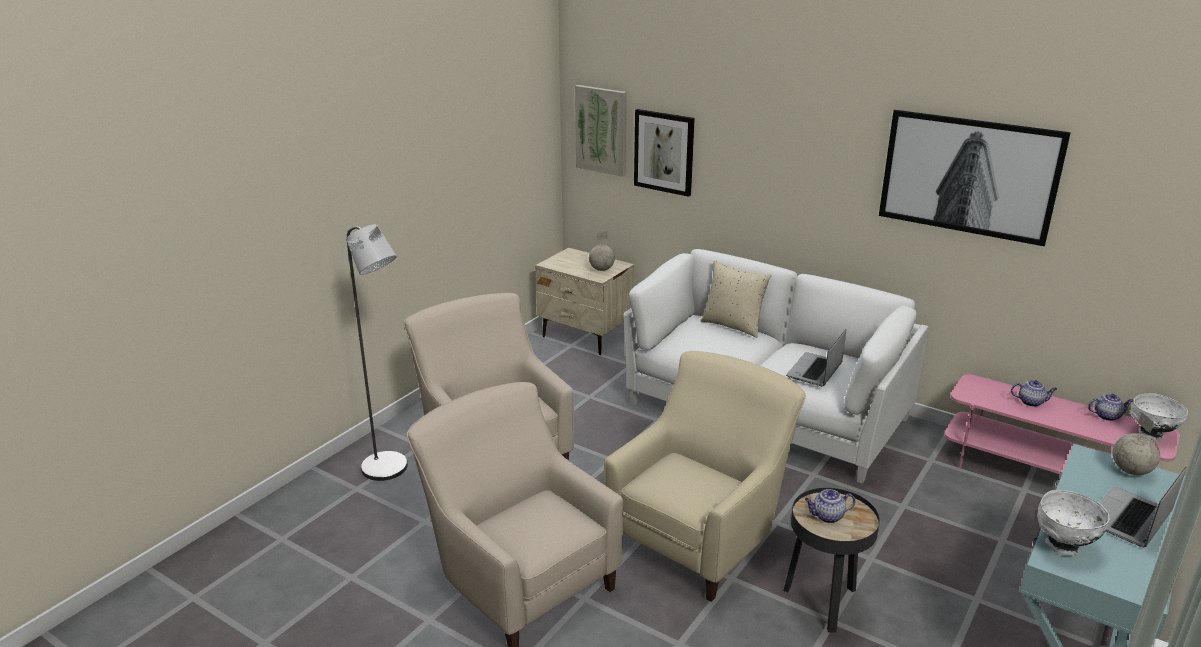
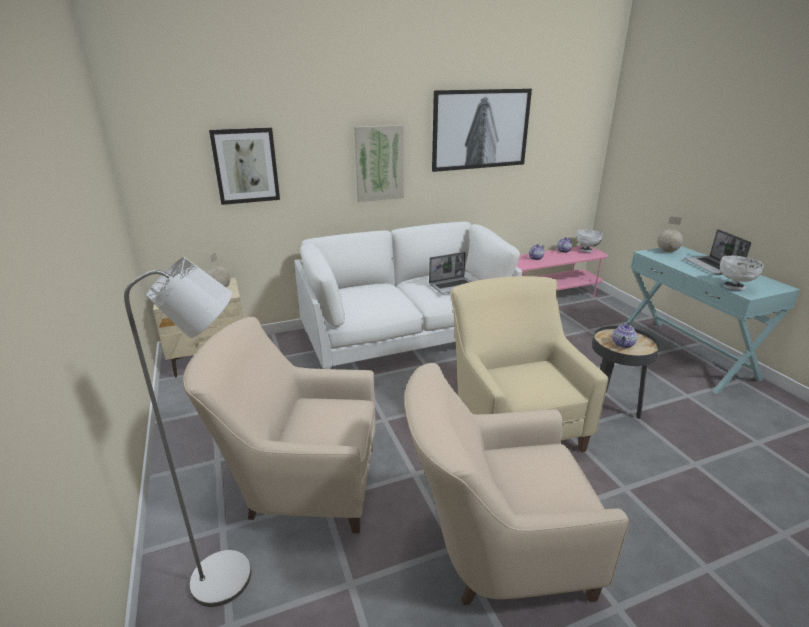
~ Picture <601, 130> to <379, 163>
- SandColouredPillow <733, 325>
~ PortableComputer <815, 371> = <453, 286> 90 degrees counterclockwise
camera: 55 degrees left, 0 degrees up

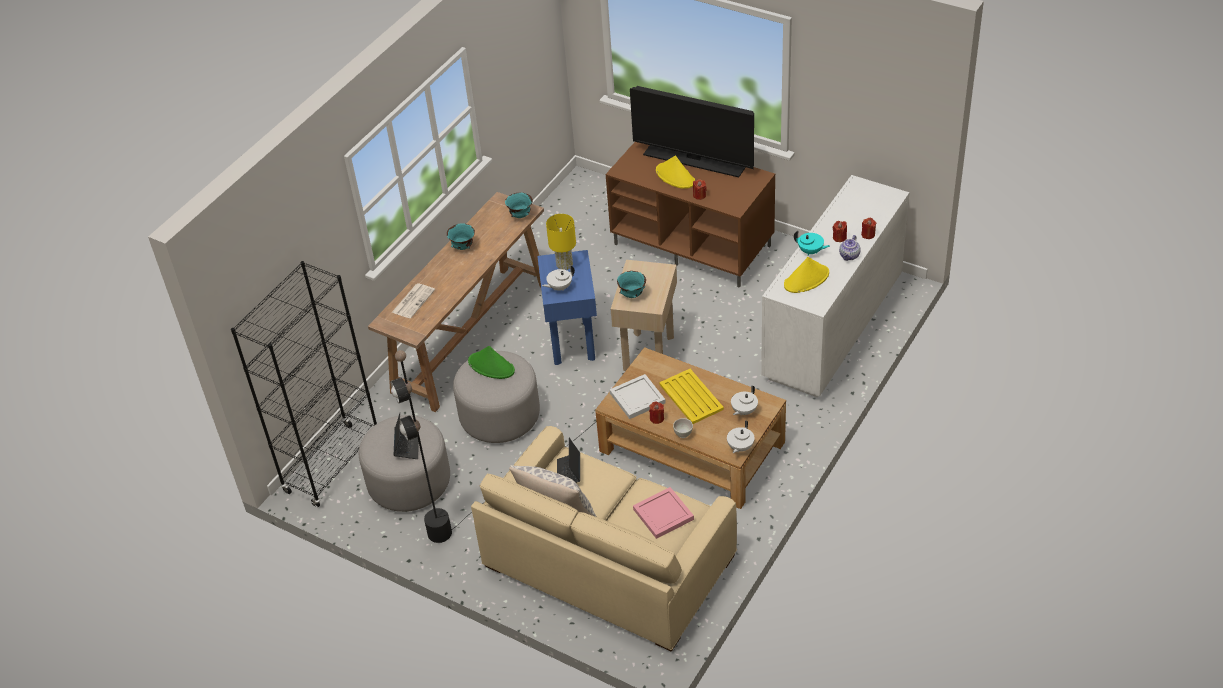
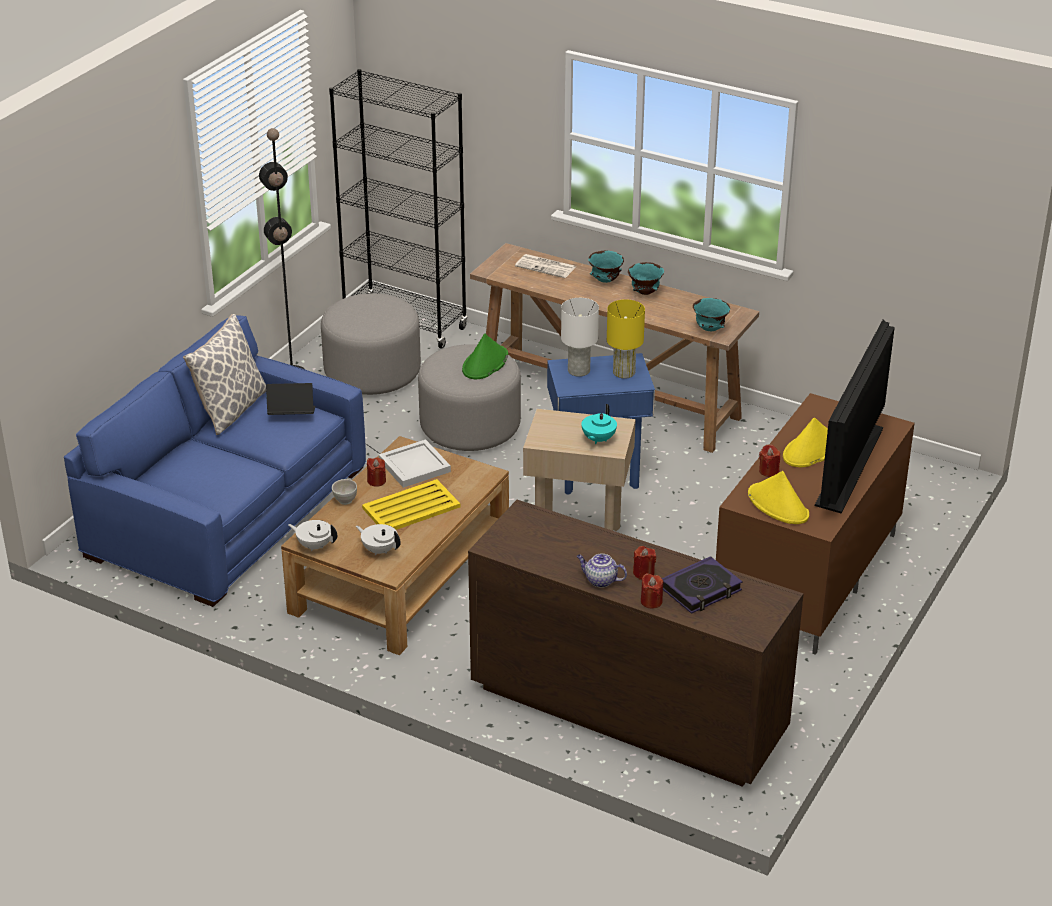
~ WhitishDresser <832, 329> to BrownColouredDresser <626, 711>
~ BlueGreenTeaPot <810, 251> to <598, 439>
~ YellowishHat <806, 279> to <778, 505>
~ WhitishTeaPot <559, 287> to WhitishLampForATable <579, 370>
~ BlueGreenServingBowl <632, 295> to <605, 281>
- PortableComputer <406, 446>
~ SandColouredSettee <607, 561> to BluishSettee <226, 510>
- PinkishTray <664, 514>
+ BoundBook <701, 590>
camera: 85 degrees right, 10 degrees down

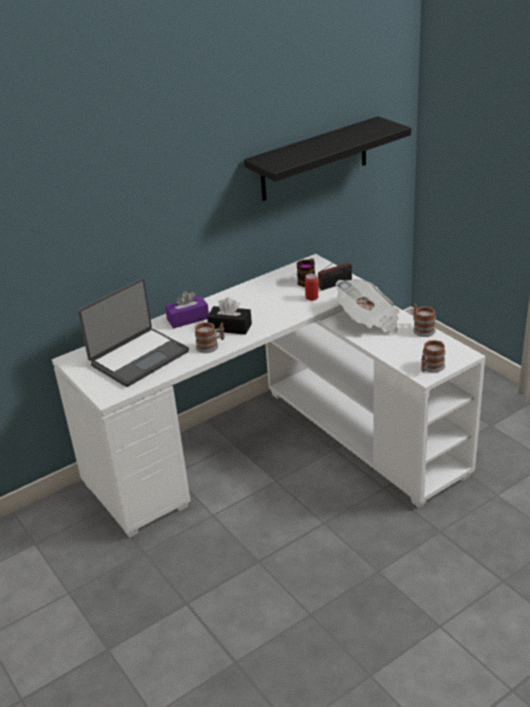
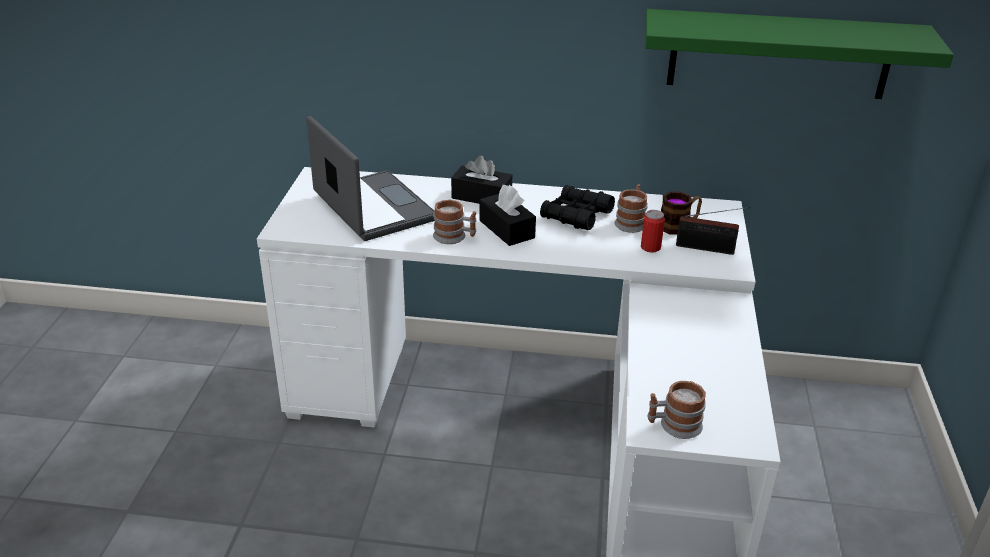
~ BlackColouredBracketShelf <314, 159> to GreenishBracketShelf <779, 54>
~ PortableComputer <138, 357> = <372, 208> 120 degrees counterclockwise
- Newspaper <369, 321>
~ PurplishTissueBox <188, 319> to BlackColouredTissueBox <481, 197>
~ TeaMug <422, 329> to <631, 222>
+ BlackColouredFieldGlasses <576, 215>
camera: 40 degrees right, 0 degrees up

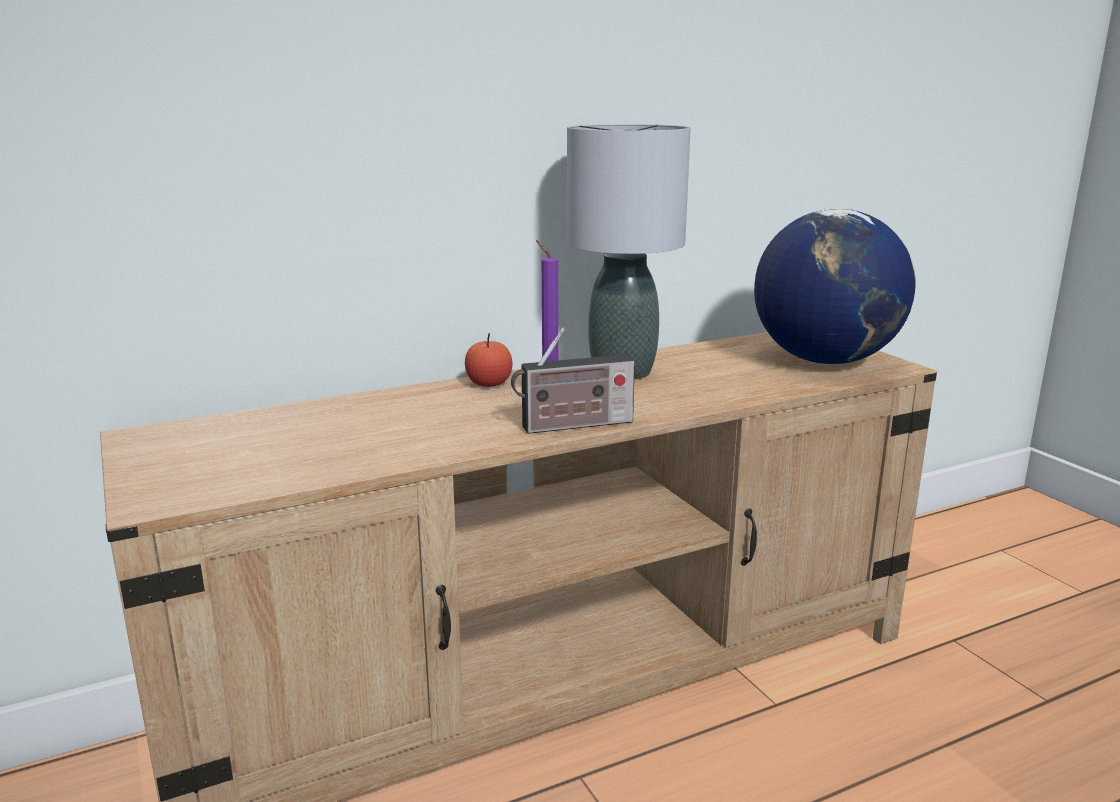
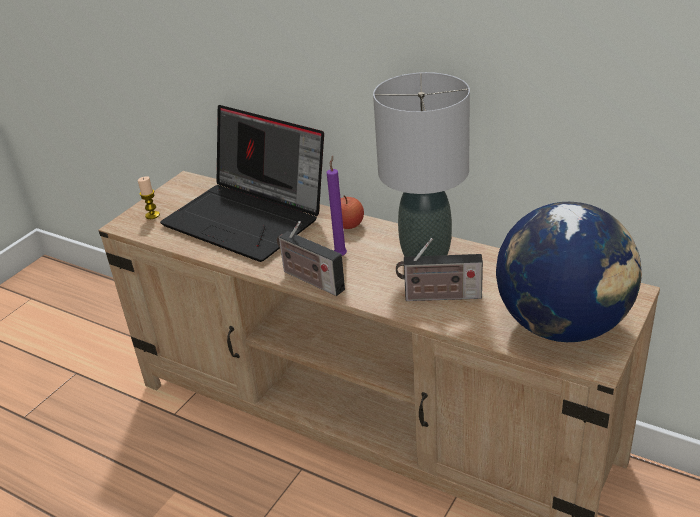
+ PortableComputer <249, 218>
+ WaxLight <152, 215>
+ RadioReceiver <439, 296>
camera: 60 degrees right, 15 degrees up

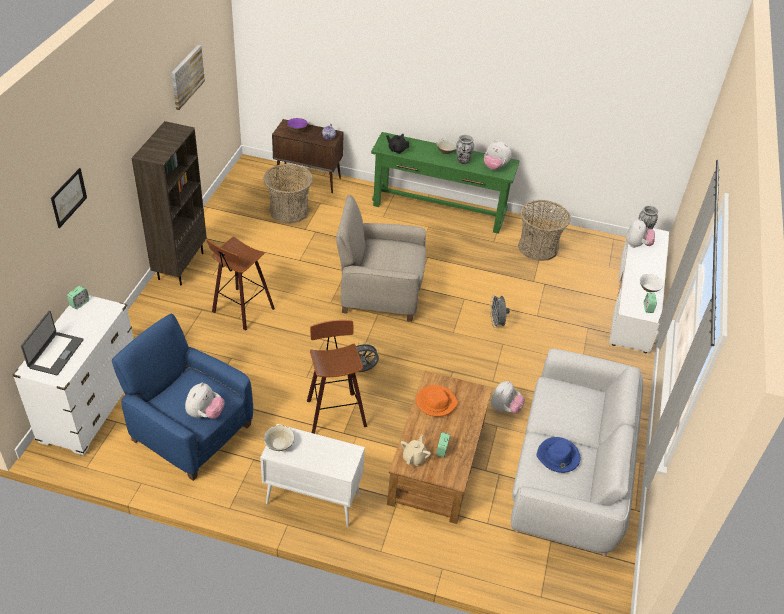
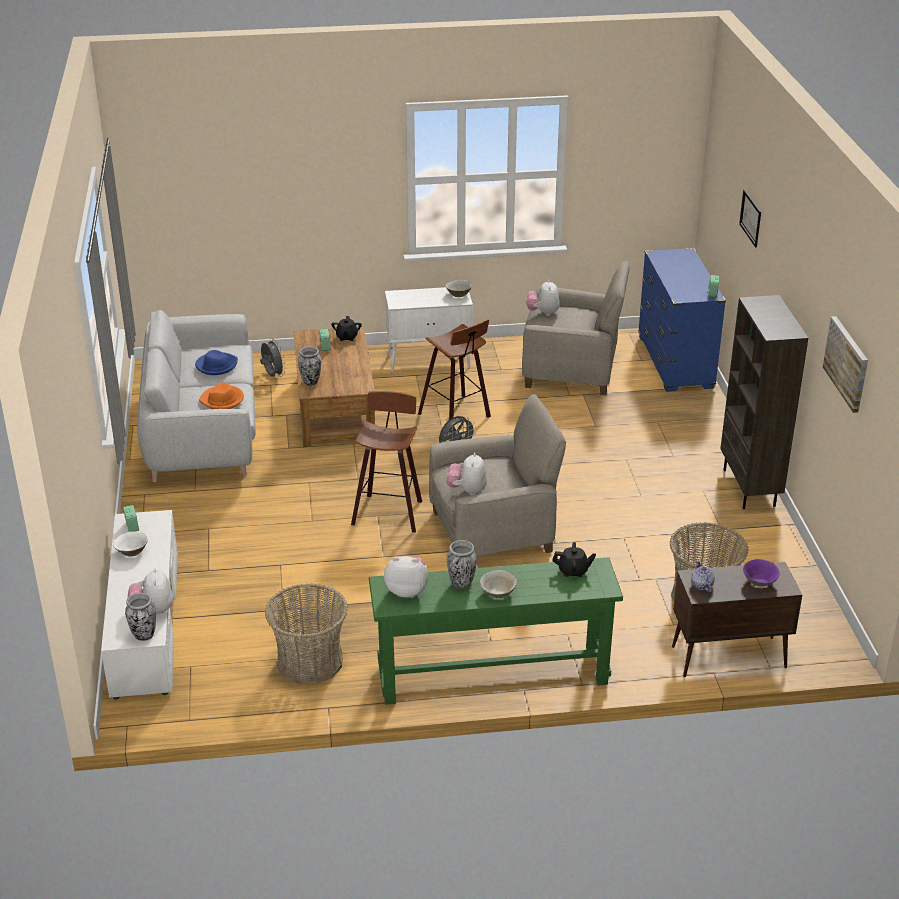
~ Stool <241, 310> to <389, 511>
~ GrayFan <496, 323> to <272, 375>
~ WhitishDresser <90, 406> to BluishDresser <675, 362>
- PortableComputer <55, 353>
~ BluishEasyChair <190, 431> to SandColouredEasyChair <572, 370>
~ CuddlyToy <504, 408> to <467, 491>
~ OrangeyHat <436, 402> to <222, 400>
~ SandColouredTeaPot <414, 458> to BlackColouredTeaPot <346, 337>
+ DecorativeVase <311, 382>
camera: 160 degrees right, 10 degrees down

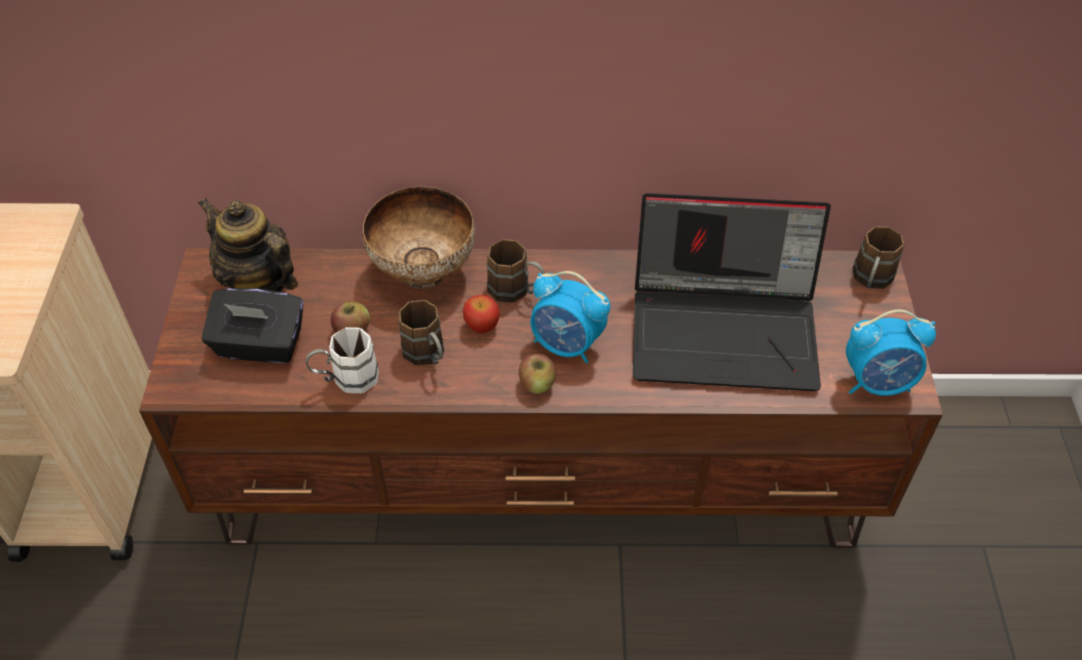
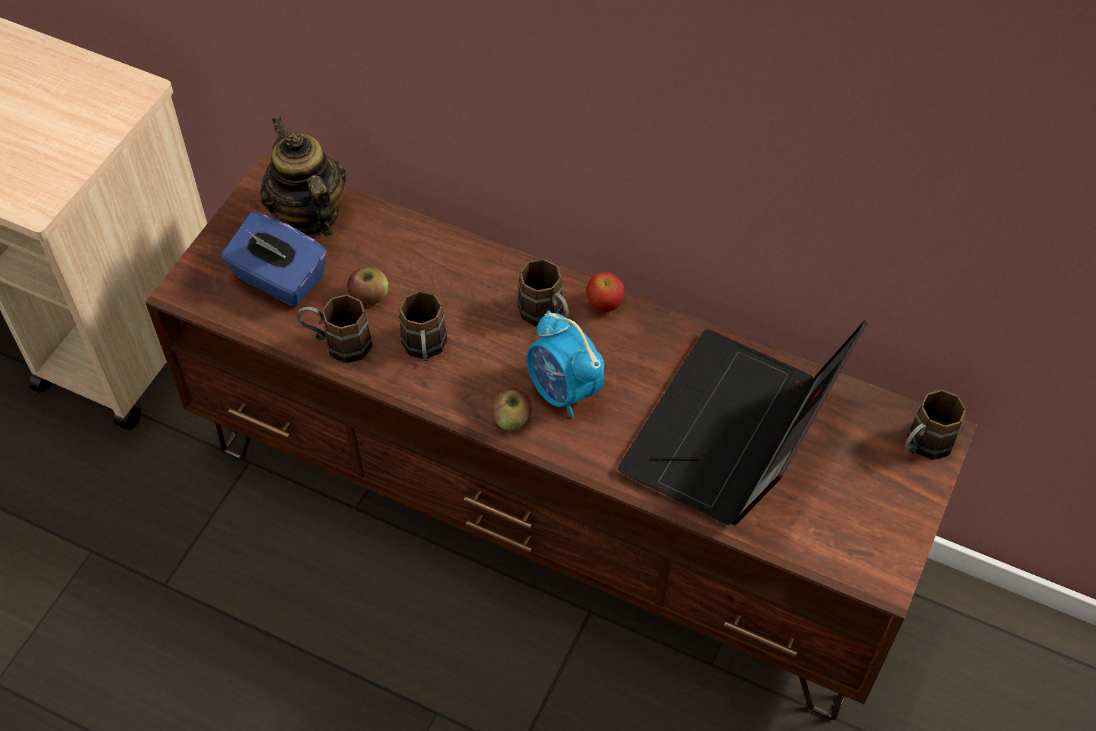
- ServingBowl <425, 271>
~ PortableComputer <726, 329> = <733, 438> 90 degrees clockwise
~ BlackColouredTissueBox <260, 345> to BluishTissueBox <279, 279>
~ Apple <481, 326> to <604, 304>
- TableClock <878, 382>
~ WhitishTeaMug <346, 379> to BrownColouredTeaMug <338, 343>
camera: 25 degrees right, 5 degrees up

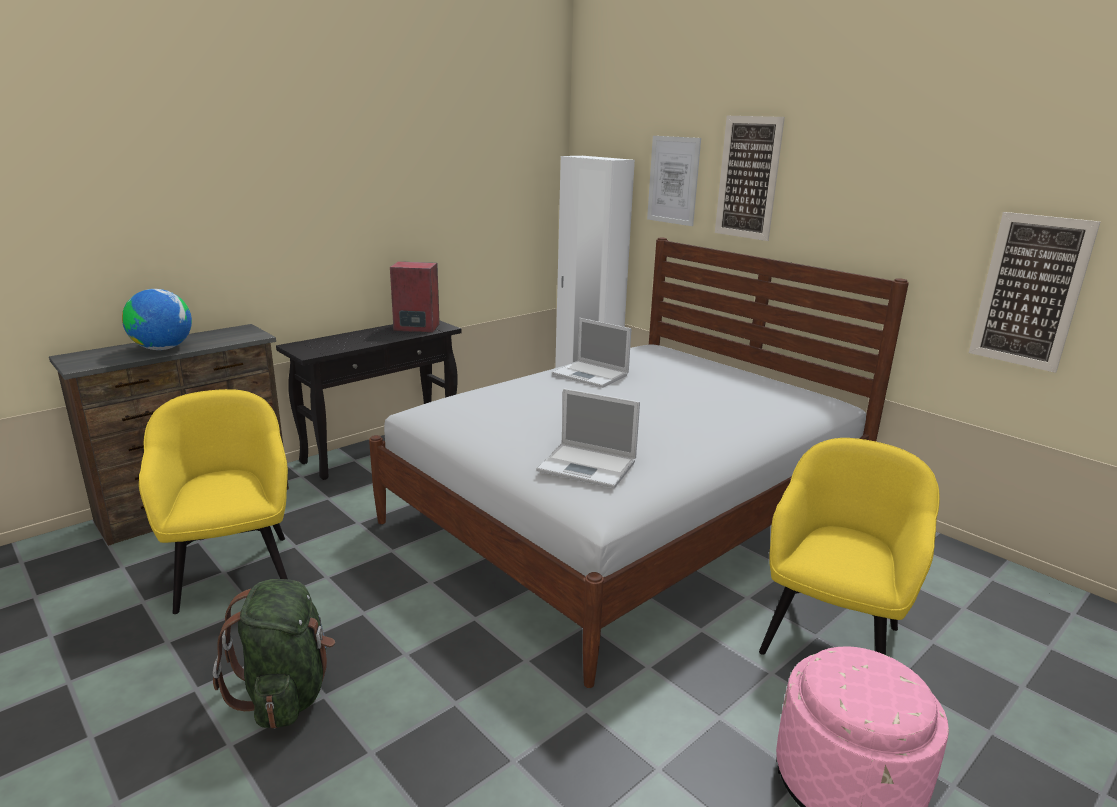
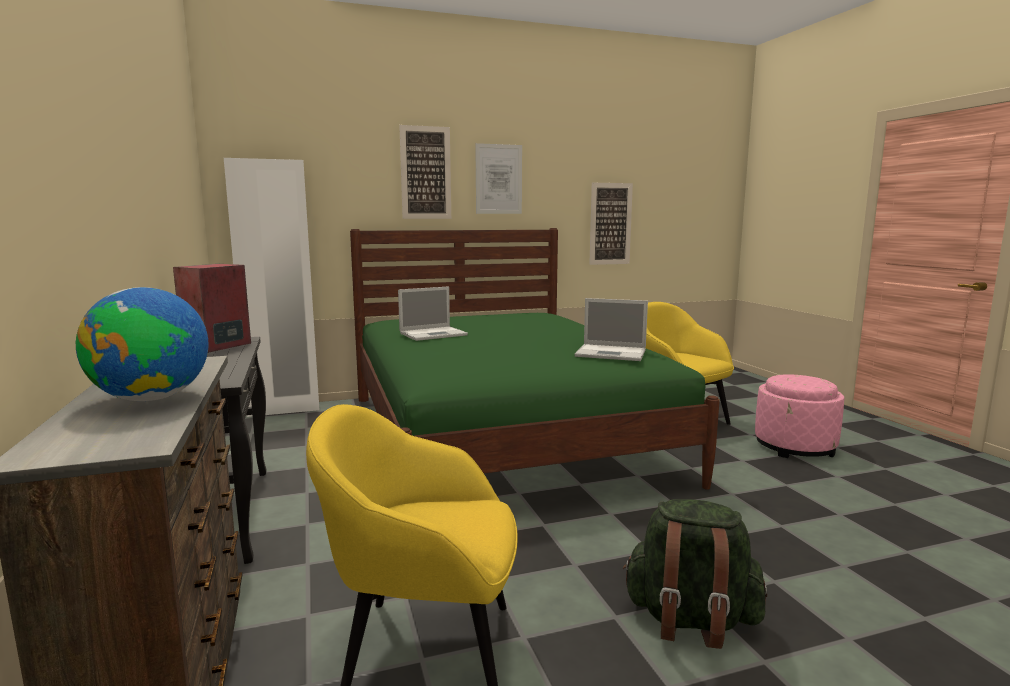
~ Picture <673, 180> to <498, 179>
~ WhitishSleepingBed <627, 514> to GreenishSleepingBed <502, 436>
~ PortableComputer <589, 466> = <612, 353> 60 degrees clockwise
camera: 65 degrees left, 10 degrees down

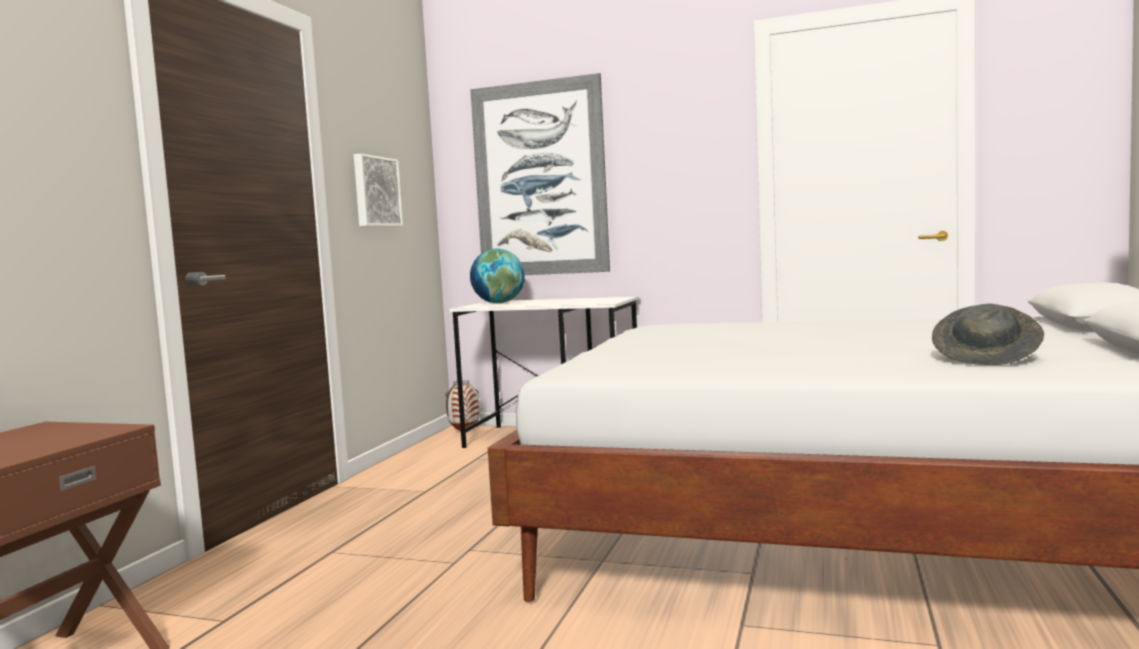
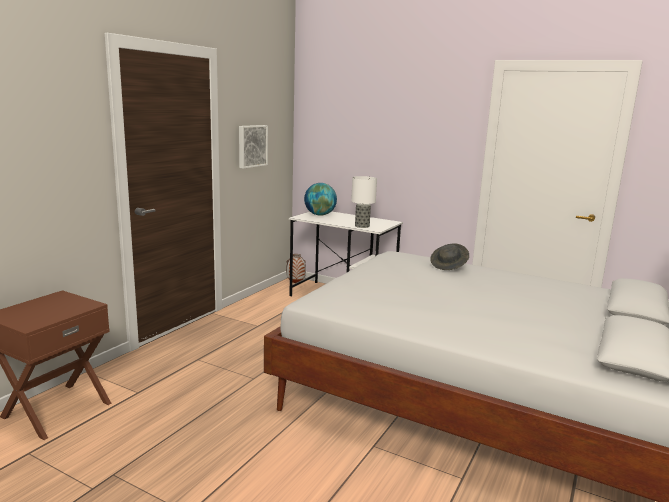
- Picture <539, 179>
~ GrayHat <987, 358> to <449, 266>
+ LampForATable <362, 226>
camera: 10 degrees right, 10 degrees up

